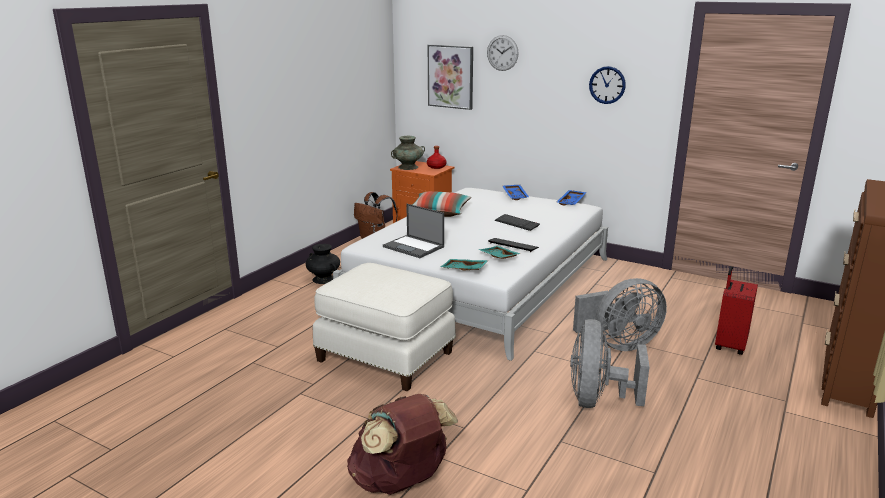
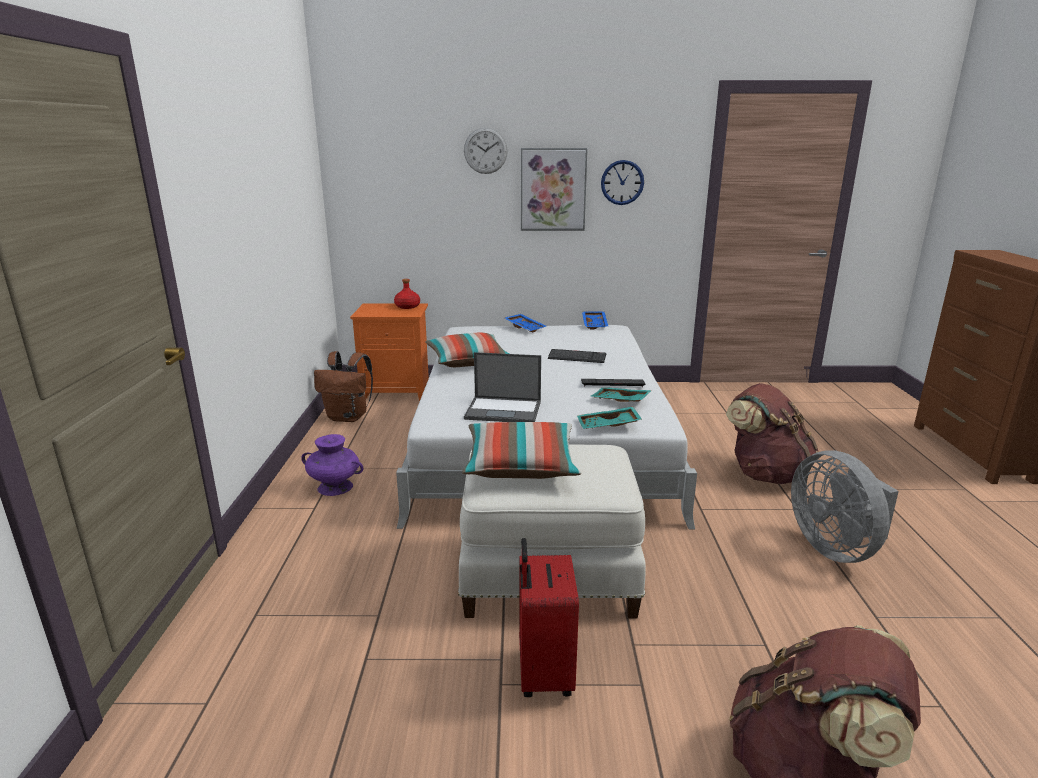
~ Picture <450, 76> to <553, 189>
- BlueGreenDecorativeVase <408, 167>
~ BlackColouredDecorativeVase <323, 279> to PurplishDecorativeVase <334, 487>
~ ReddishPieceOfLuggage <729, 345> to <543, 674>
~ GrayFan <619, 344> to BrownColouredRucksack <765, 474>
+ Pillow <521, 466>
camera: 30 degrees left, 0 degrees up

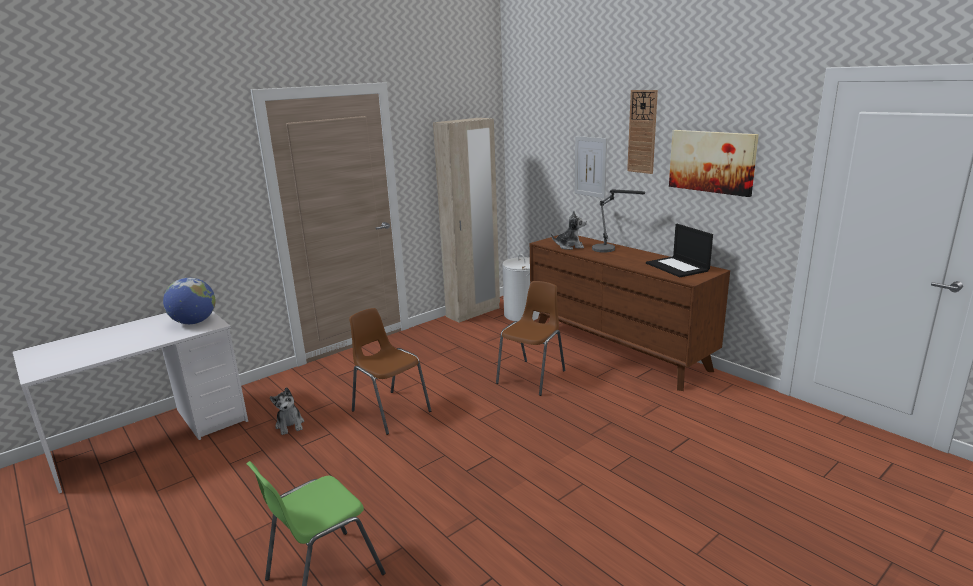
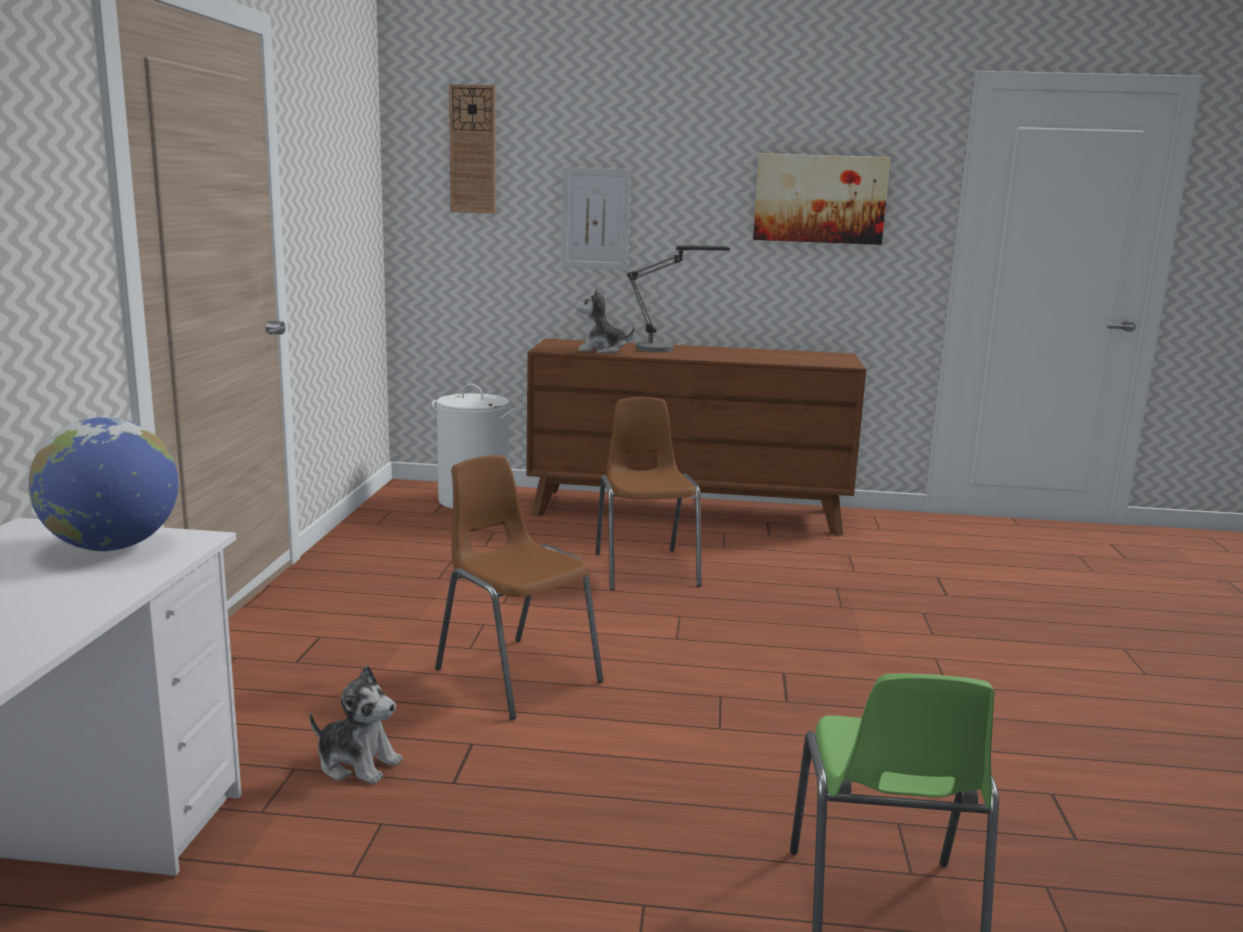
~ WallClock <642, 132> to <473, 149>
- SandColouredArmoire <473, 312>
~ CuddlyToy <570, 246> = <601, 350> 135 degrees counterclockwise
- PortableComputer <678, 267>
~ BrownColouredUprightChair <390, 411> = <516, 675> 45 degrees clockwise
camera: 45 degrees left, 5 degrees down

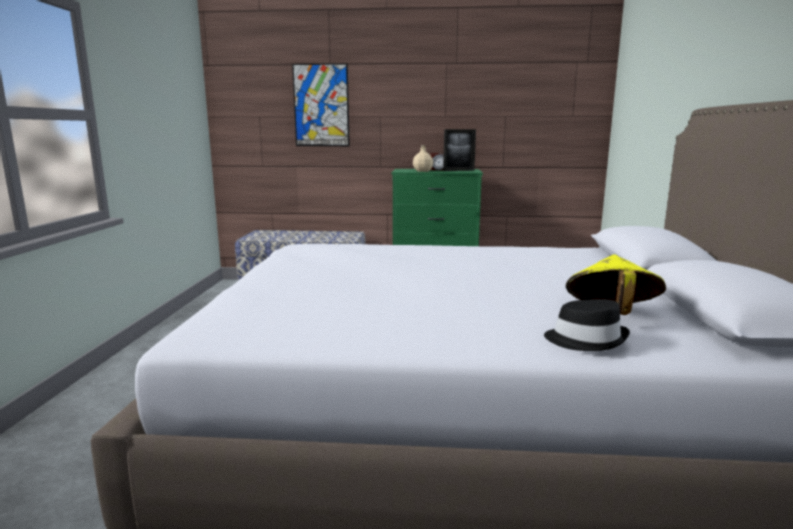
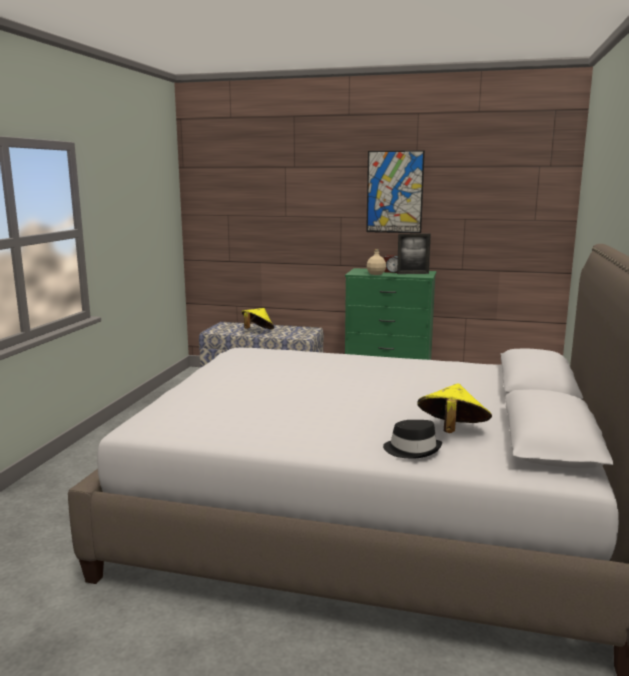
~ Picture <321, 105> to <394, 192>
+ YellowishHat <257, 331>
camera: 10 degrees right, 0 degrees up

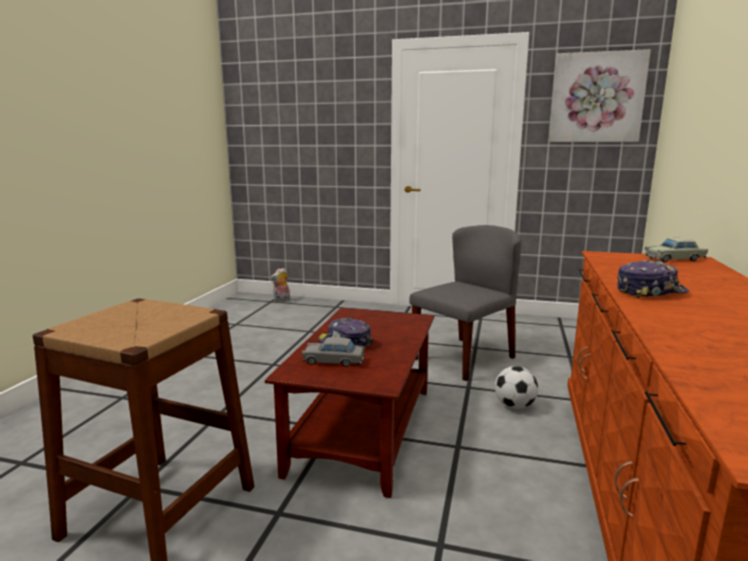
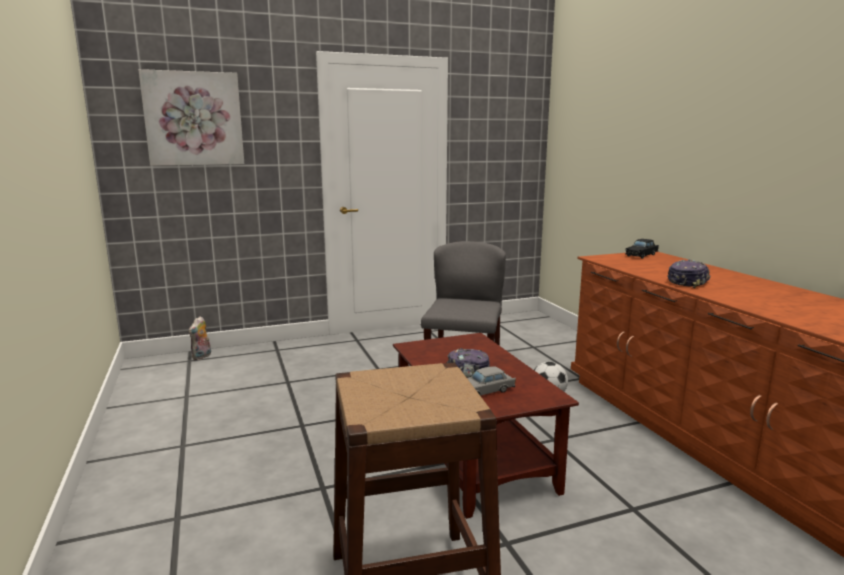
~ Picture <596, 98> to <194, 119>
~ SandColouredModelCar <674, 259> to BlackColouredModelCar <641, 255>
camera: 35 degrees left, 0 degrees up

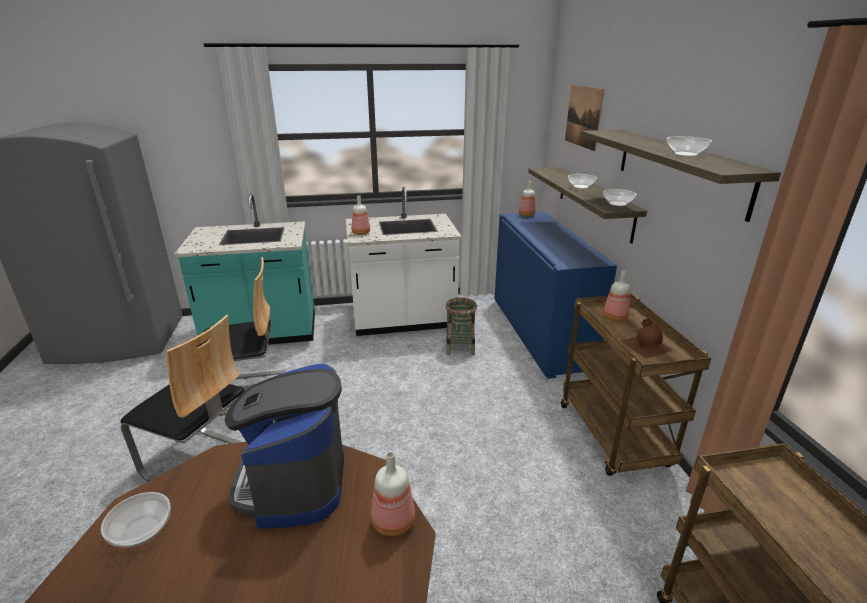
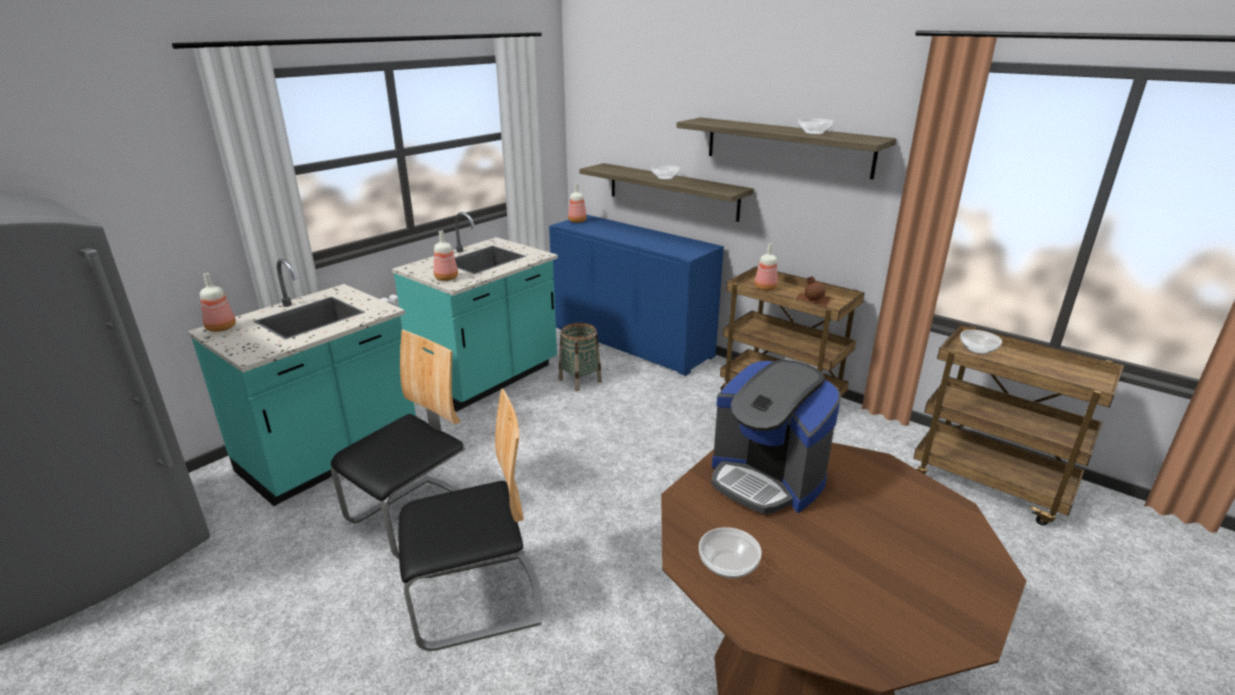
- Picture <583, 116>
~ WhitishKitchenCounter <403, 321> to BlueGreenKitchenCounter <488, 379>
~ ServingBowl <617, 203> to <977, 349>
~ DrinkBottle <392, 522> to <220, 328>
camera: 40 degrees left, 0 degrees up

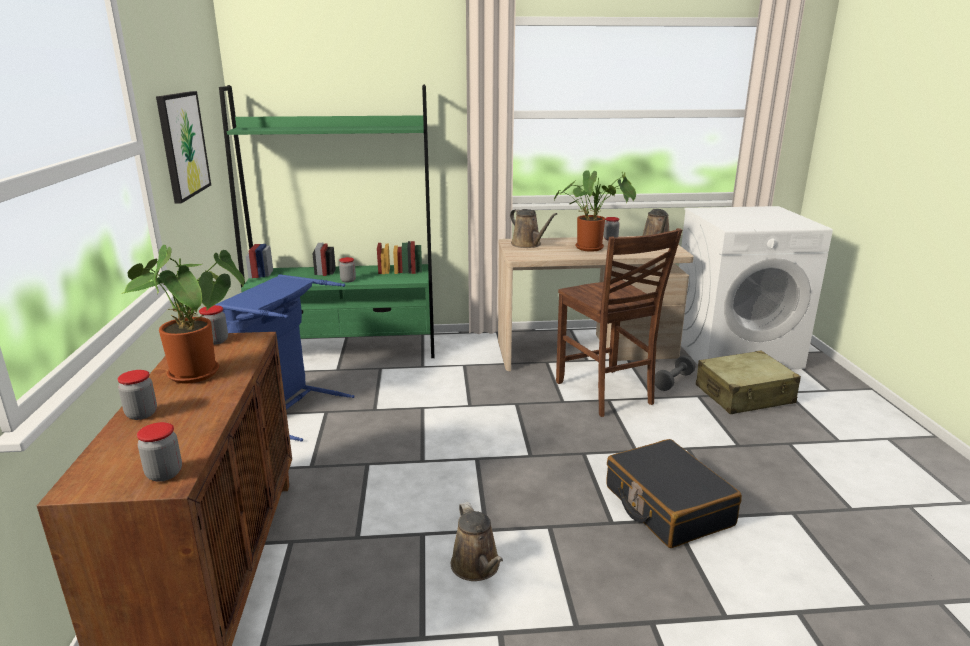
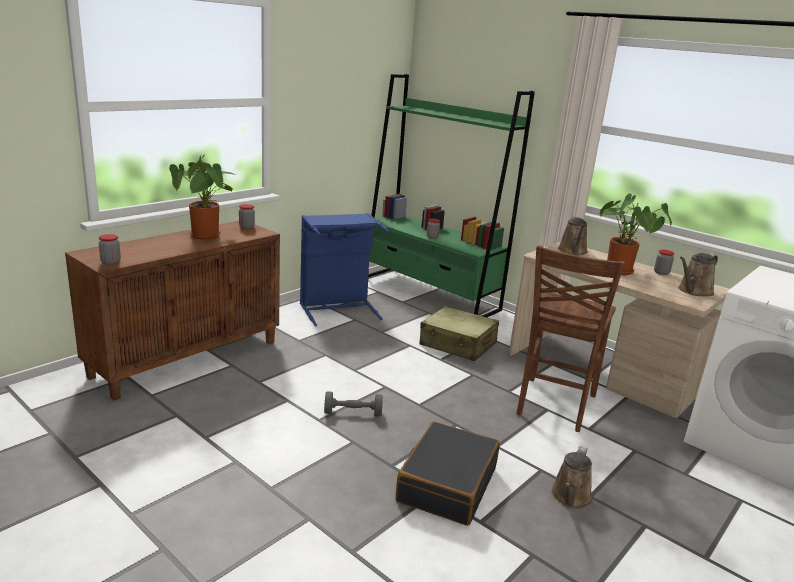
- Picture <183, 145>
~ SandColouredPieceOfLuggage <744, 395> to <458, 344>
~ GrayFreeWeight <673, 381> to <353, 413>
- Jar <141, 414>
~ BrownColouredSprinklingCan <477, 567> to <570, 497>
camera: 45 degrees right, 0 degrees up

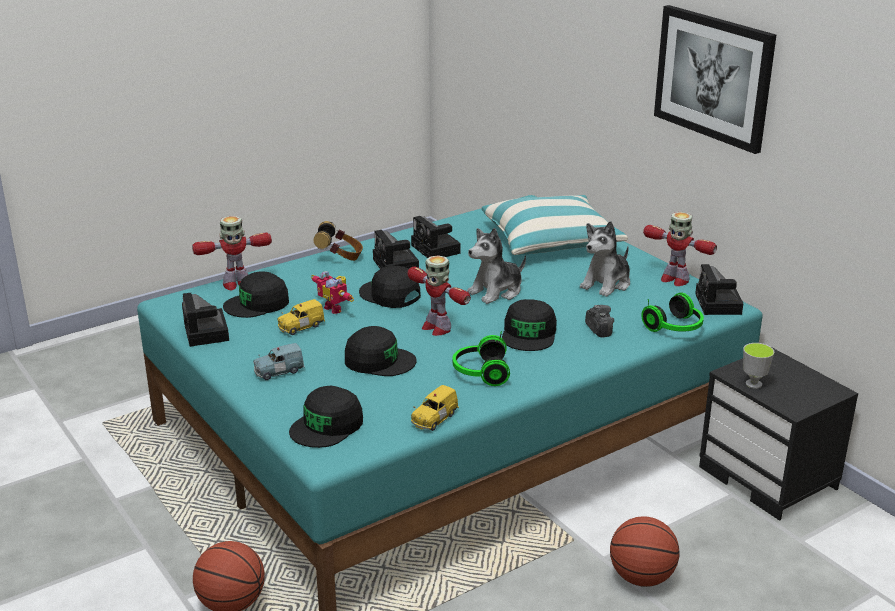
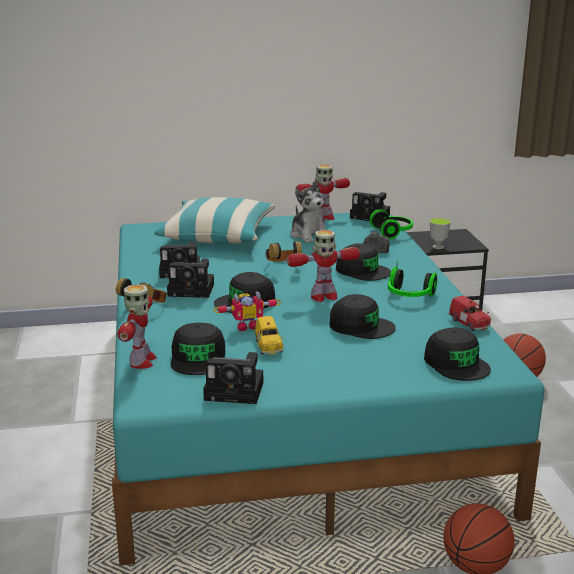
- Picture <713, 77>
~ CuddlyToy <496, 291> to PairOfHeadphones <283, 267>
~ BlackColouredPeakedCap <379, 360> = <361, 326> 75 degrees clockwise
- BluishModelCar <278, 371>
~ YellowishModelCar <434, 419> to ReddishModelCar <469, 323>
camera: 65 degrees left, 5 degrees down

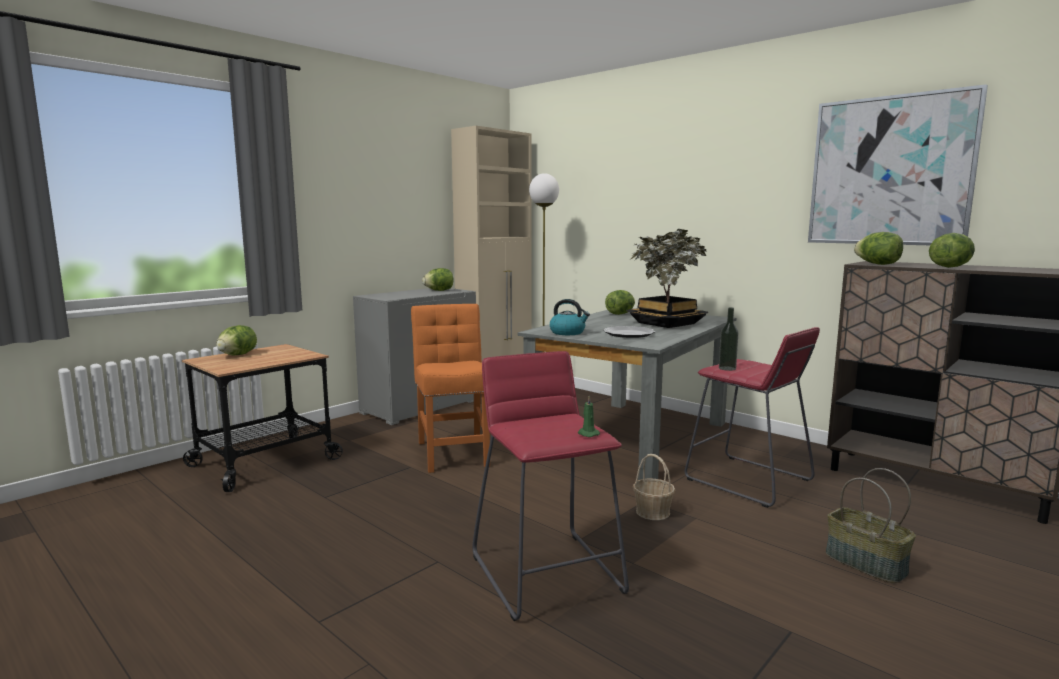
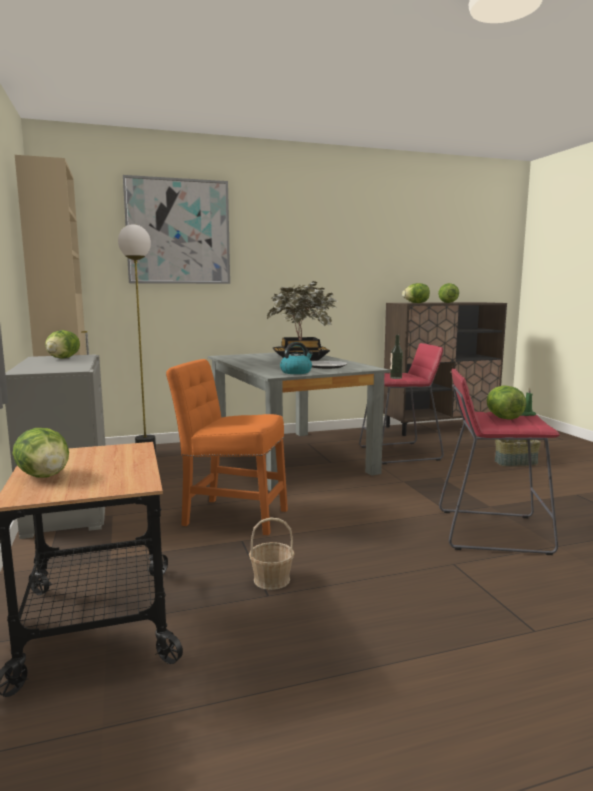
~ Picture <890, 171> to <178, 232>
~ LettuceHead <620, 314> to <503, 418>
~ StorageBasket <652, 512> to <271, 579>
camera: 60 degrees left, 0 degrees up

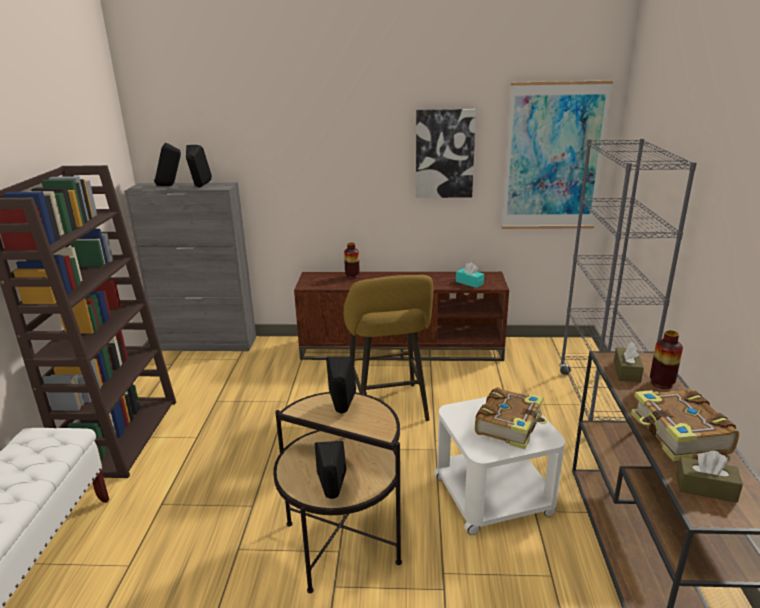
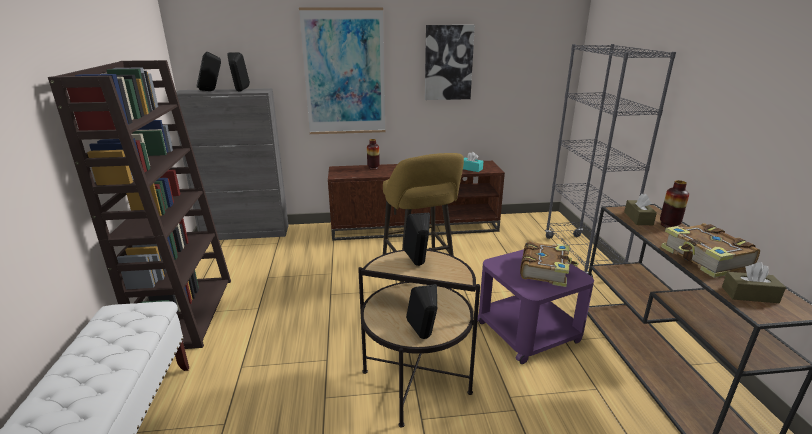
~ Picture <553, 158> to <344, 73>
~ WhitishAccentTable <494, 494> to PurplishAccentTable <528, 331>
camera: 10 degrees left, 0 degrees up

